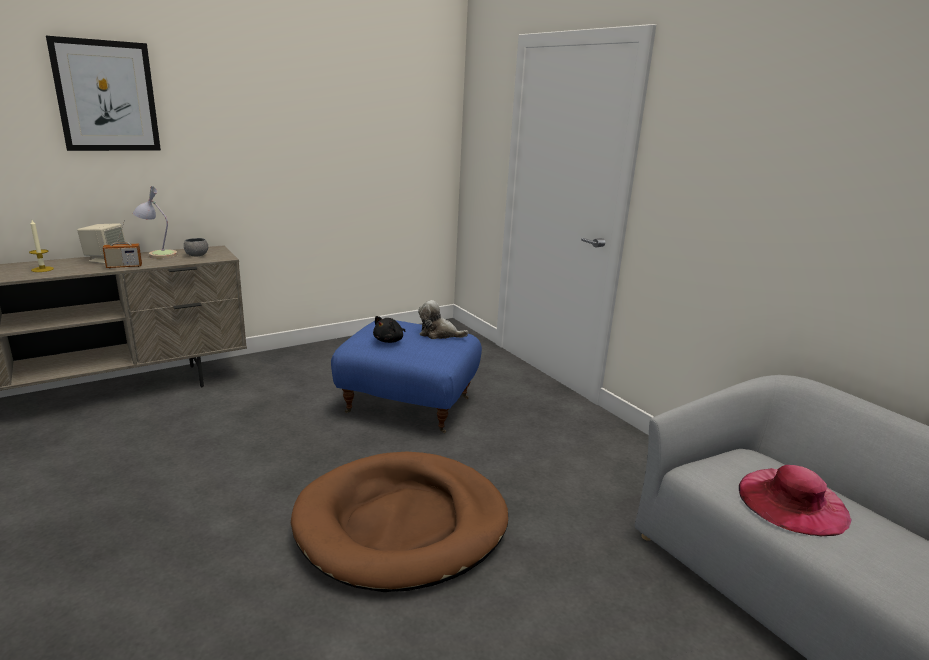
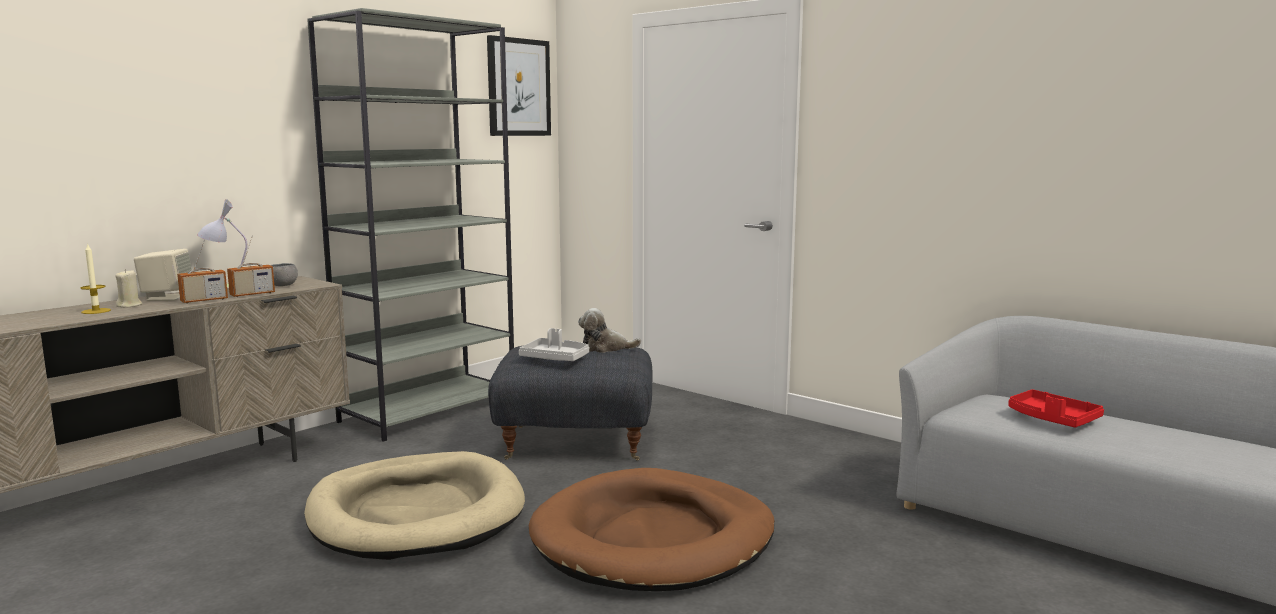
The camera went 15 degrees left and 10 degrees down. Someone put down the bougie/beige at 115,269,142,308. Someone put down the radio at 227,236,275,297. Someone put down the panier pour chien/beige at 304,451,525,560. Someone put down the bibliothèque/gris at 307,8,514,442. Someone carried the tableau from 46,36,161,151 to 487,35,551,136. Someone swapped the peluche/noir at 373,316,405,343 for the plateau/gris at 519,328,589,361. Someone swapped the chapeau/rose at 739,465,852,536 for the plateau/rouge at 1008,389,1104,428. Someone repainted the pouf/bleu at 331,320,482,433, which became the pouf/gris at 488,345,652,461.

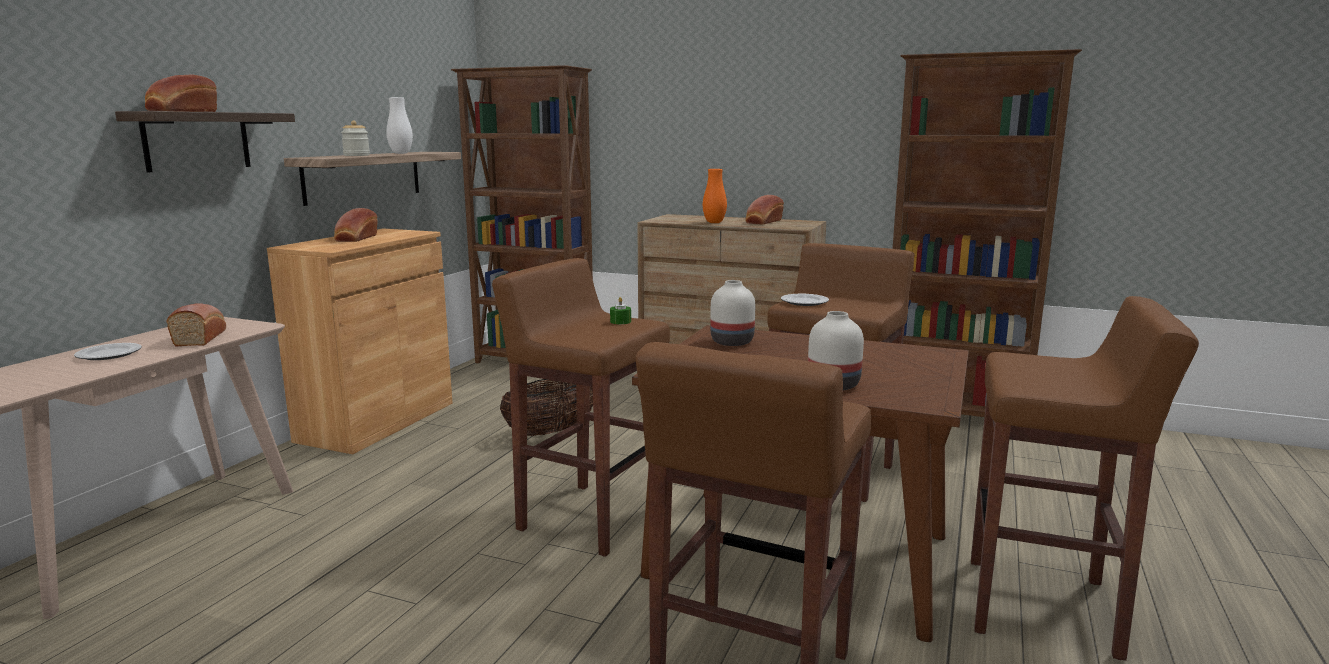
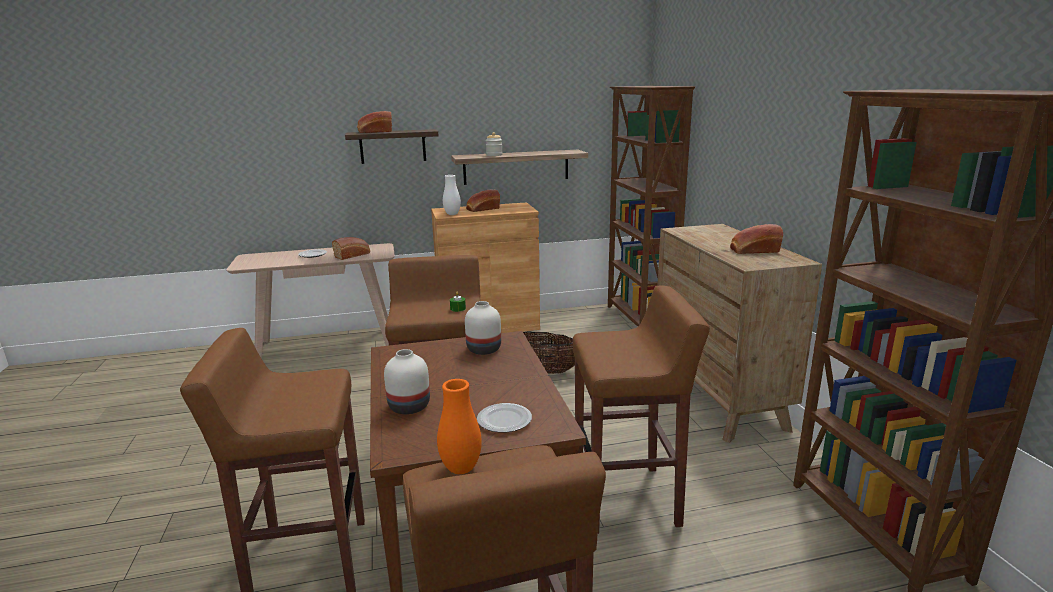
The camera went 55 degrees right and 5 degrees up. Someone carried the vase/blanc from 386,97,413,154 to 443,175,461,215. Someone carried the vase/orange from 703,169,727,223 to 437,379,482,474. Someone carried the assiette from 781,294,829,306 to 477,403,532,432.

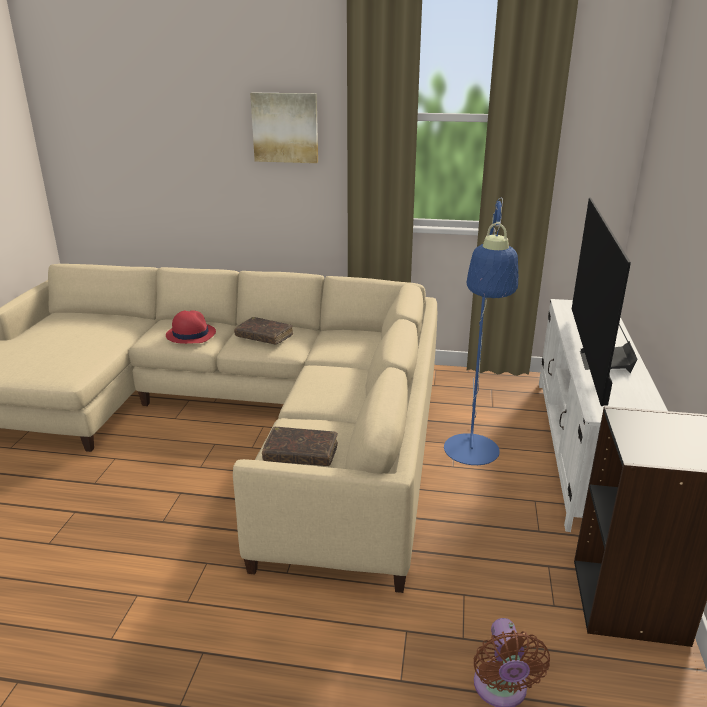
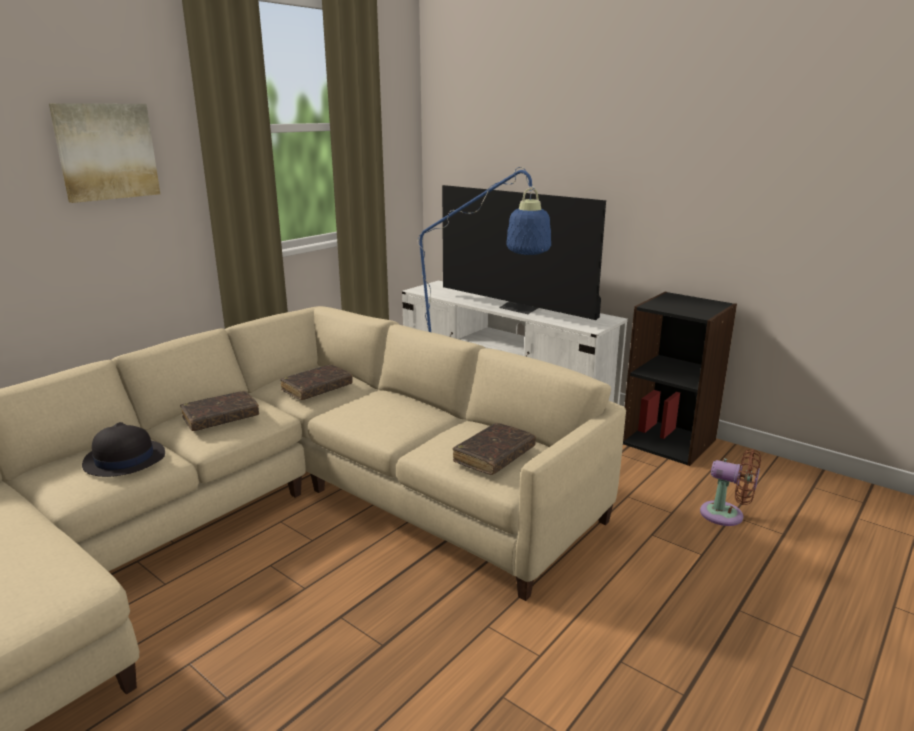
The camera went 60 degrees left and 5 degrees down. Someone put down the livre/marron at 280,364,353,400. Someone repainted the chapeau/rouge at 166,310,216,344, which became the chapeau/noir at 82,422,165,477.

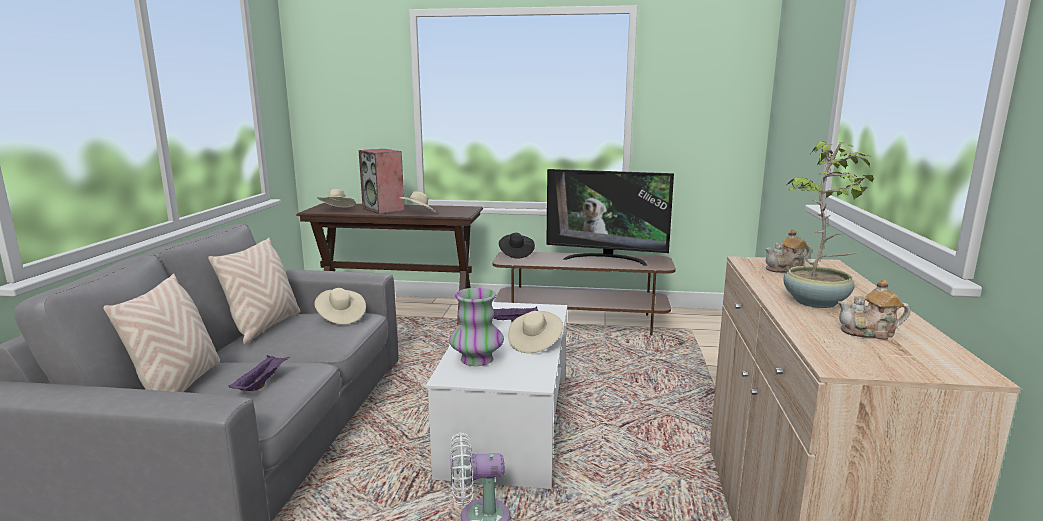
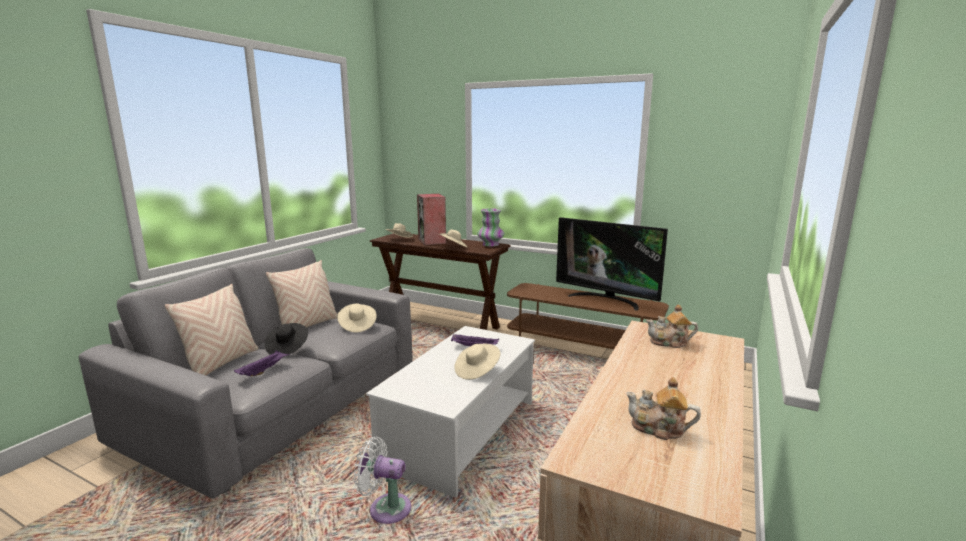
The camera went 20 degrees right and 0 degrees up. Someone took away the plante en pot at 784,141,874,308. Someone carried the vase from 449,288,504,366 to 477,208,504,246. Someone carried the chapeau/noir from 499,233,535,258 to 265,323,308,355.

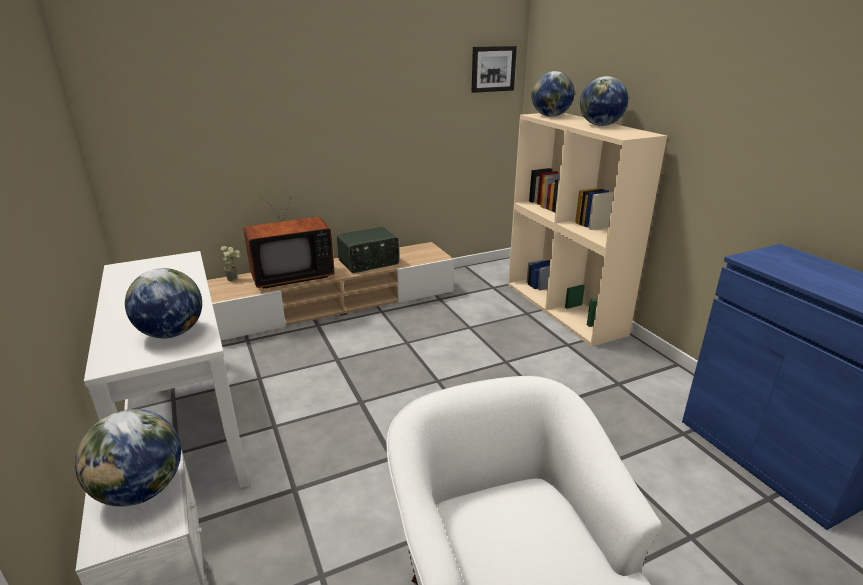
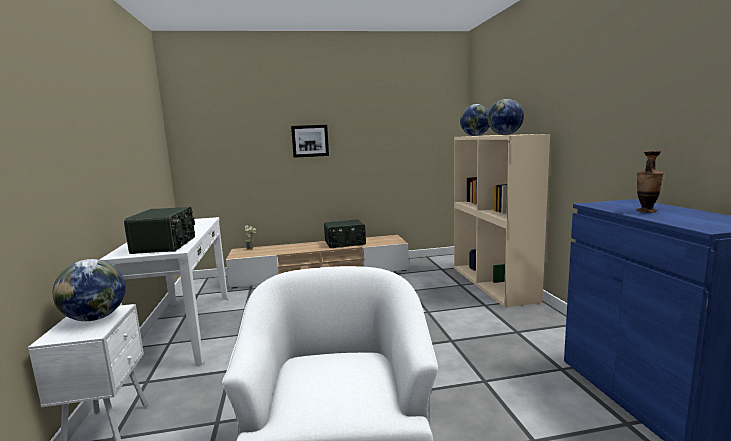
The camera went 15 degrees right and 15 degrees down. Someone took away the téléviseur at 244,190,334,289. Someone put down the vase at 636,151,664,213. Someone carried the tableau from 471,46,517,93 to 291,125,329,158. Someone swapped the globe at 125,268,202,339 for the radio at 124,207,195,254.

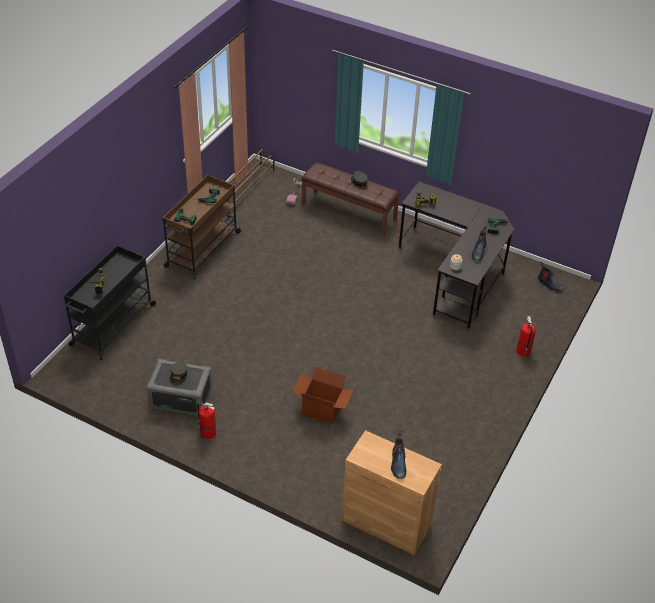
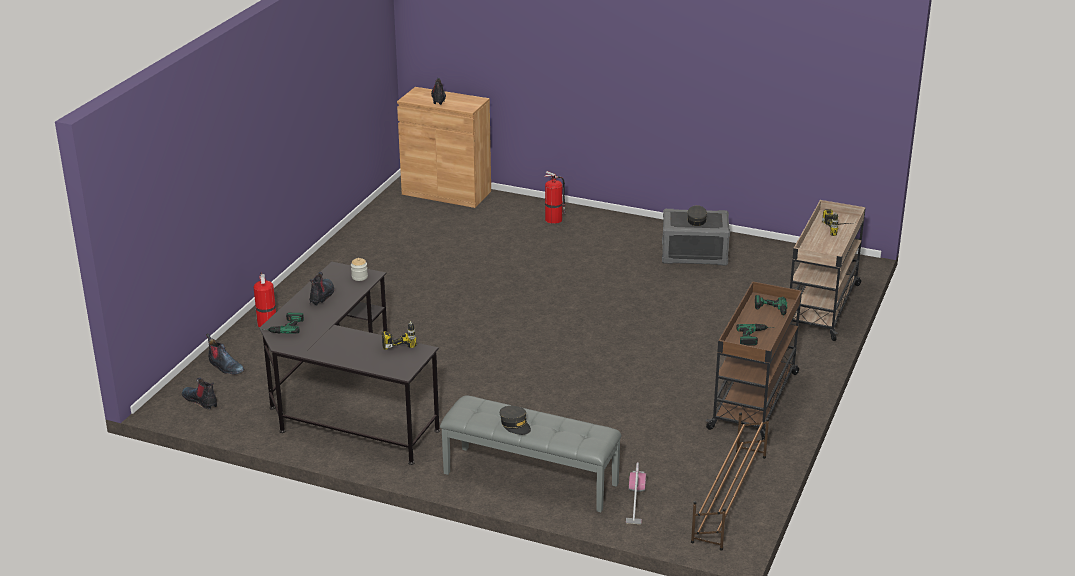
The camera went 175 degrees right and 15 degrees down. Someone took away the carton at 293,367,354,424. Someone put down the botte at 206,333,244,375. Someone carried the extincteur from 197,403,216,439 to 544,171,566,224. Someone repainted the chariot/noir at 64,245,157,360, which became the chariot/beige at 790,200,866,341. Someone repainted the banc/marron at 301,163,400,235, which became the banc/gris at 440,395,621,512.

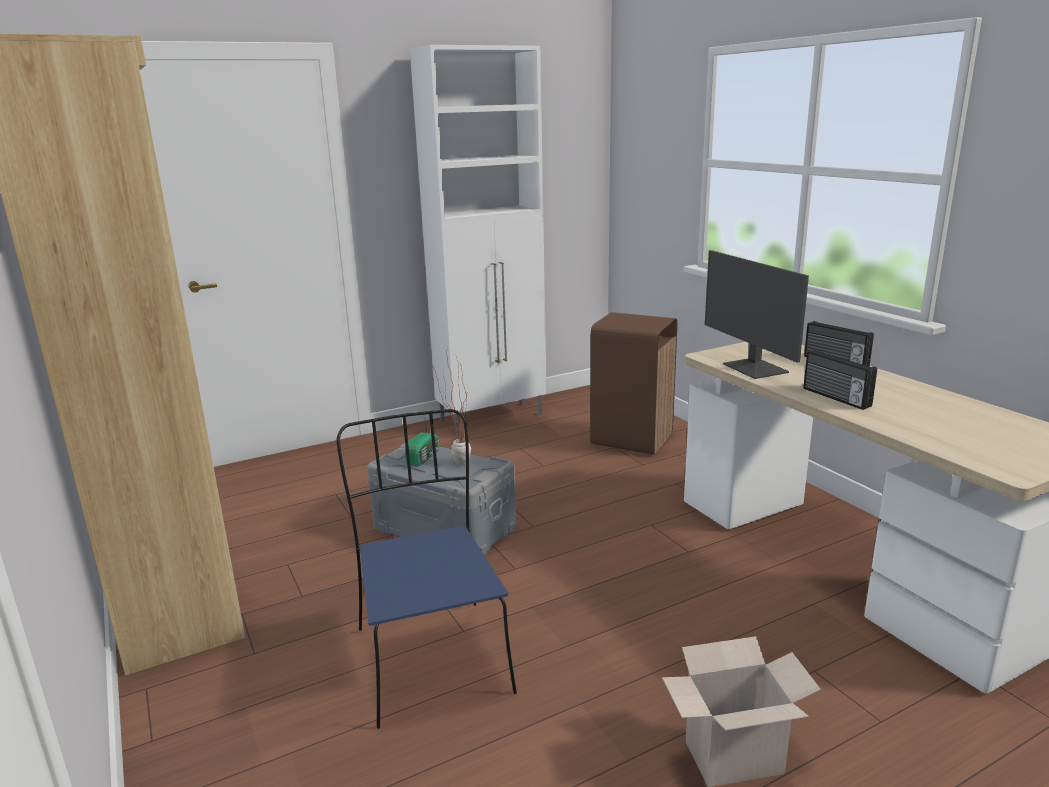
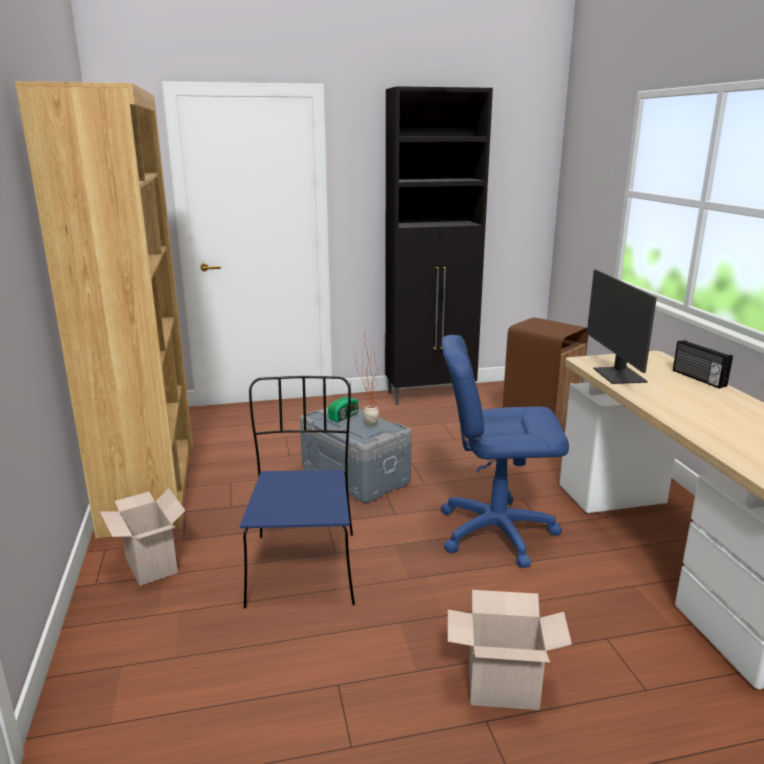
The camera went 15 degrees right and 0 degrees up. Someone took away the radio at 803,350,877,410. Someone put down the carton at 100,488,186,586. Someone put down the chaise de bureau/bleu at 441,335,569,568. Someone repainted the meuble de rangement/blanc at 410,45,547,435, which became the meuble de rangement/noir at 385,86,493,405.

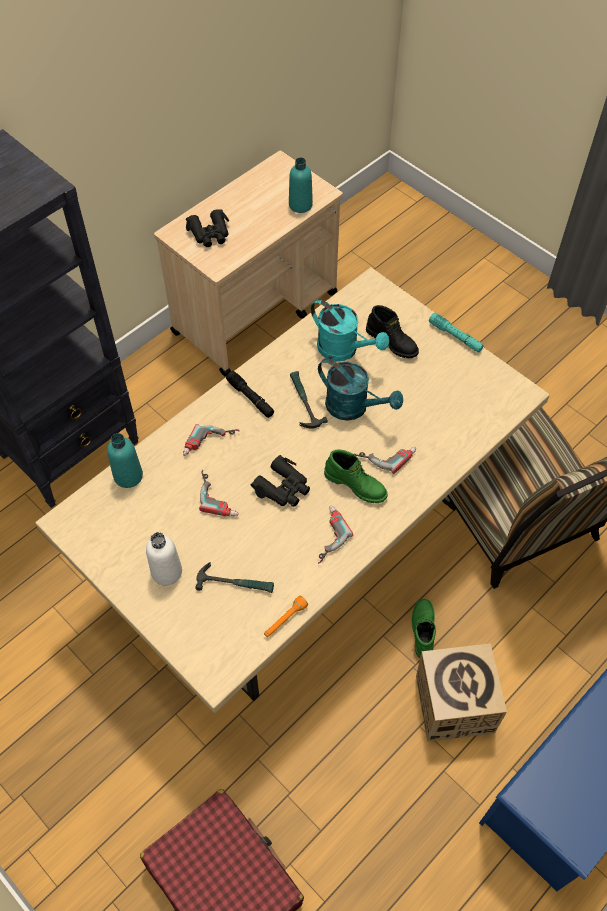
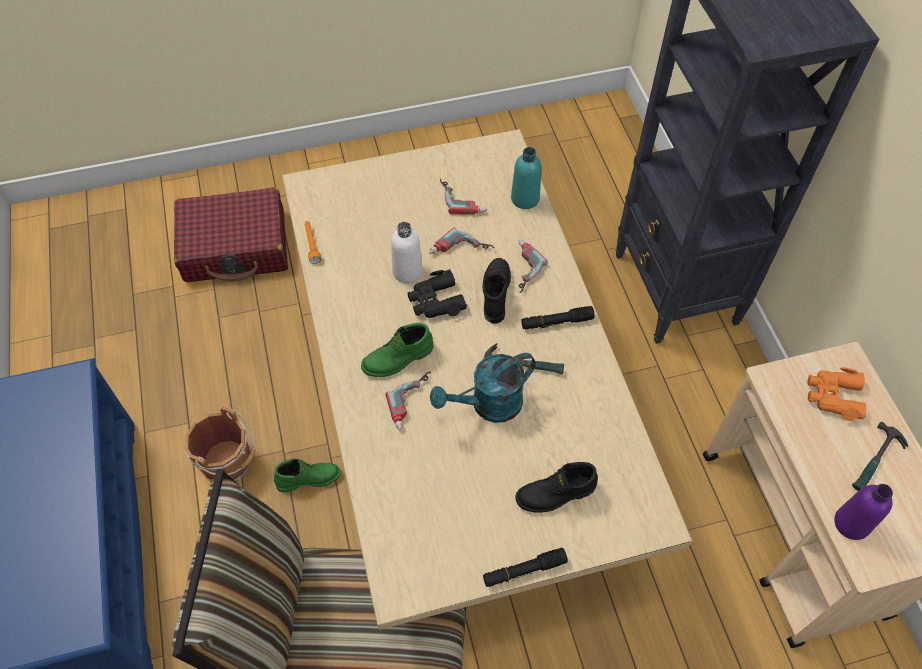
The camera went 120 degrees right and 0 degrees up. Someone took away the arrosoir/turquoise at 311,299,389,362. Someone put down the botte/noir at 483,258,511,324. Someone carried the bouteille/blanc from 146,532,182,586 to 391,222,423,283. Someone carried the marteau from 195,562,274,593 to 852,422,908,491. Someone carried the perceuse from 318,506,353,564 to 440,179,487,214. Someone swapped the carton at 416,643,507,742 for the seau/marron at 185,407,256,482. Someone repainted the jumelles/noir at 186,209,229,247, which became the jumelles/orange at 808,367,866,421. Someone repainted the bouteille/turquoise at 289,158,313,213, which became the bouteille/violet at 834,484,893,540. Someone repainted the lampe de poche/turquoise at 429,313,484,352, which became the lampe de poche/noir at 483,548,568,587. Someone rotated the botte/vert at 411,599,436,658 by 45 degrees counterclockwise.

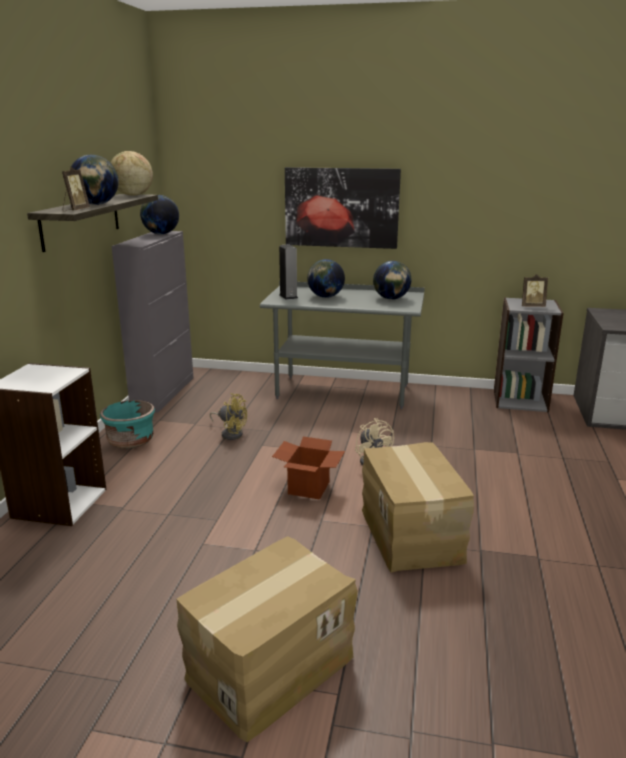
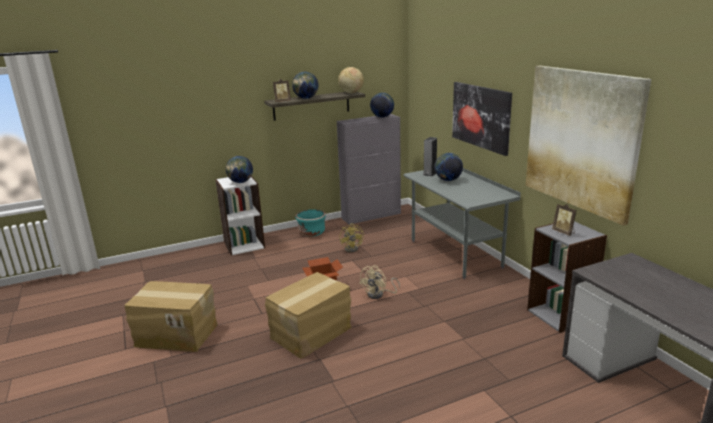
The camera went 55 degrees right and 0 degrees up. Someone put up the tableau at 526,66,651,225. Someone carried the globe from 373,261,411,300 to 226,156,253,183.

